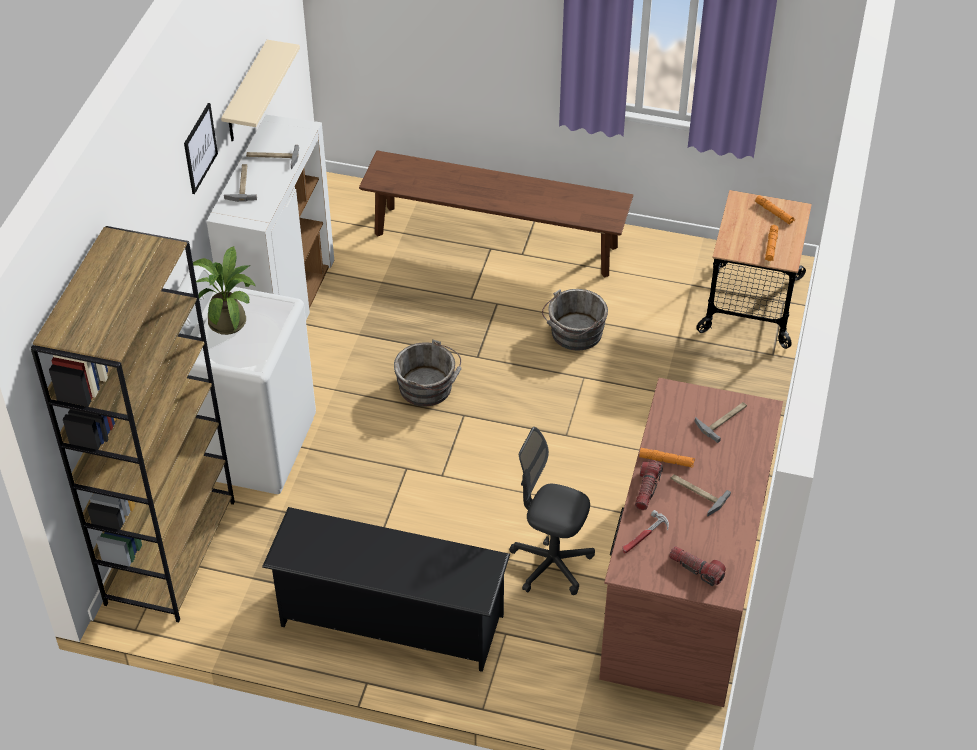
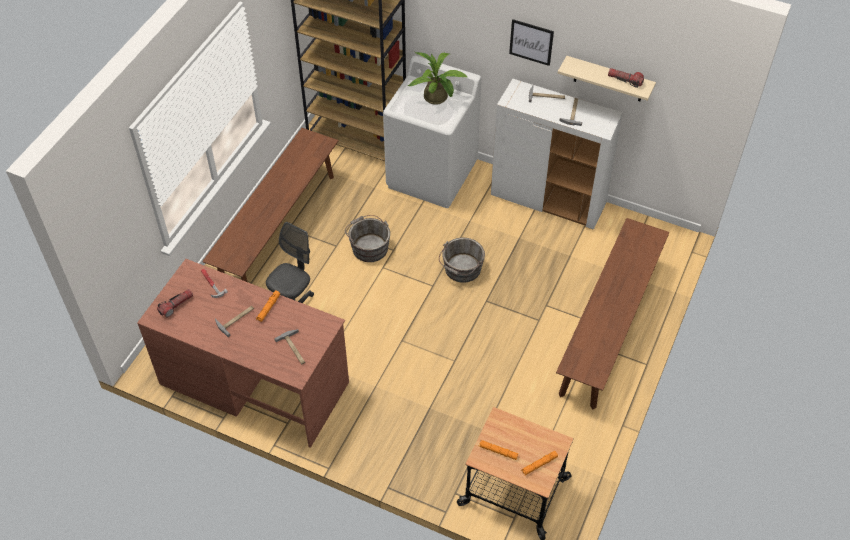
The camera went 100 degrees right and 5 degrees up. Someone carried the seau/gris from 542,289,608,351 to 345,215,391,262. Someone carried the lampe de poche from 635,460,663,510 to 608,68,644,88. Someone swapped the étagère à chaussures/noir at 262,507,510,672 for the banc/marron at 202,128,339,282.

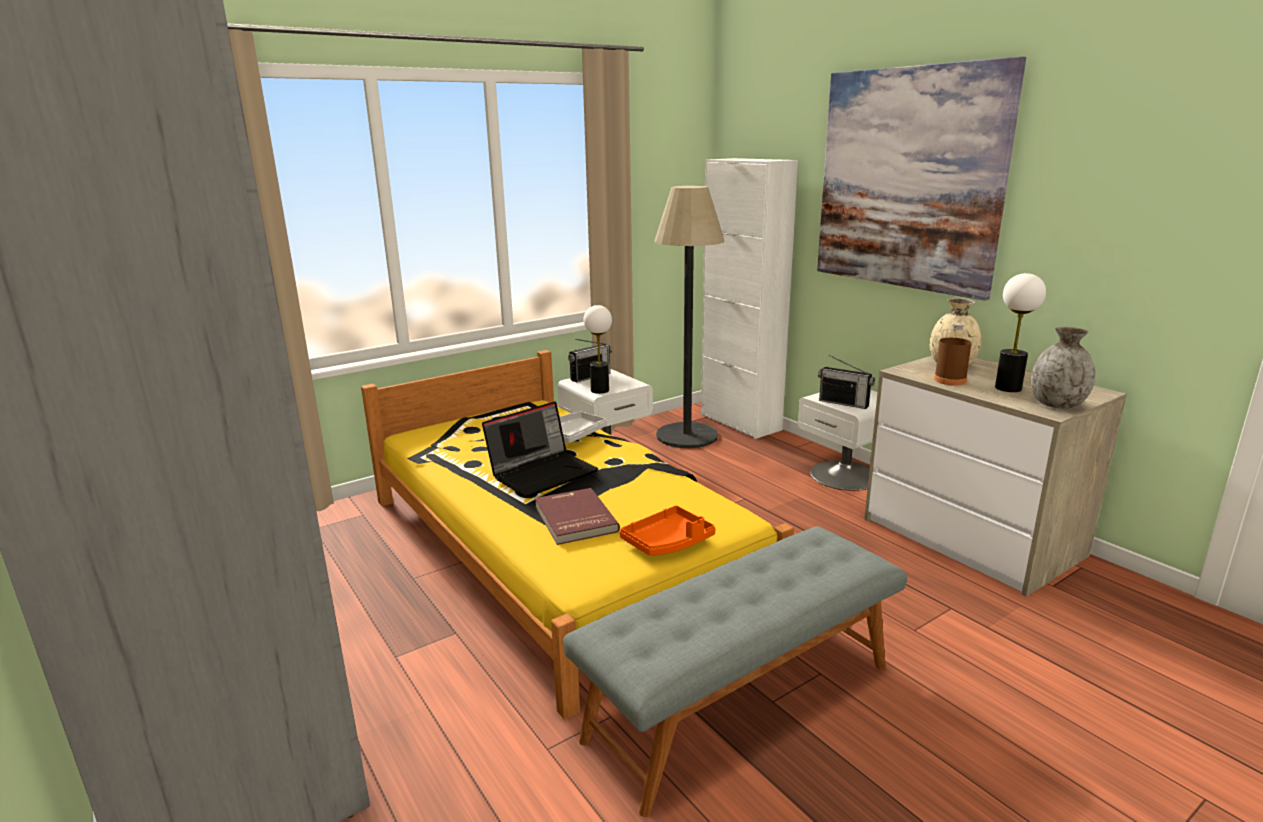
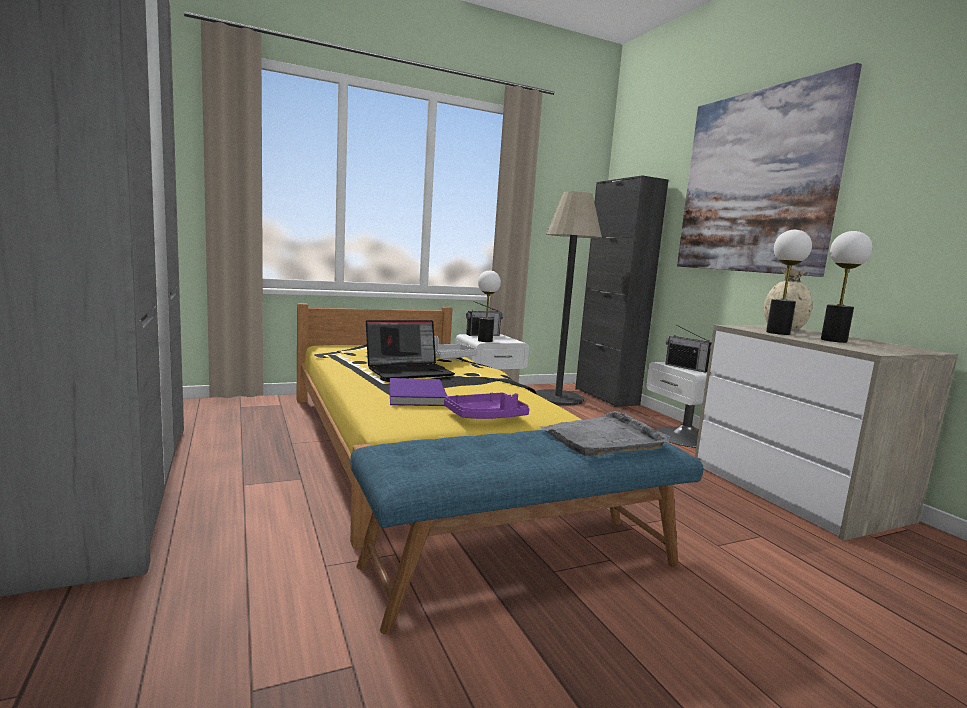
The camera went 10 degrees right and 10 degrees down. Someone took away the vase/gris at 1031,327,1095,409. Someone put down the plateau/gris at 540,411,670,456. Someone swapped the bouteille/marron at 934,323,972,385 for the lampe de table at 766,230,812,335. Someone repainted the livre/rouge at 535,488,620,545, which became the livre/violet at 389,378,447,406. Someone repainted the banc/gris at 563,526,907,817, which became the banc/bleu at 350,430,703,634. Someone repainted the plateau/orange at 620,505,716,556, which became the plateau/violet at 444,393,530,419. Someone repainted the meuble de rangement/blanc at 701,158,798,439, which became the meuble de rangement/noir at 575,175,668,407.

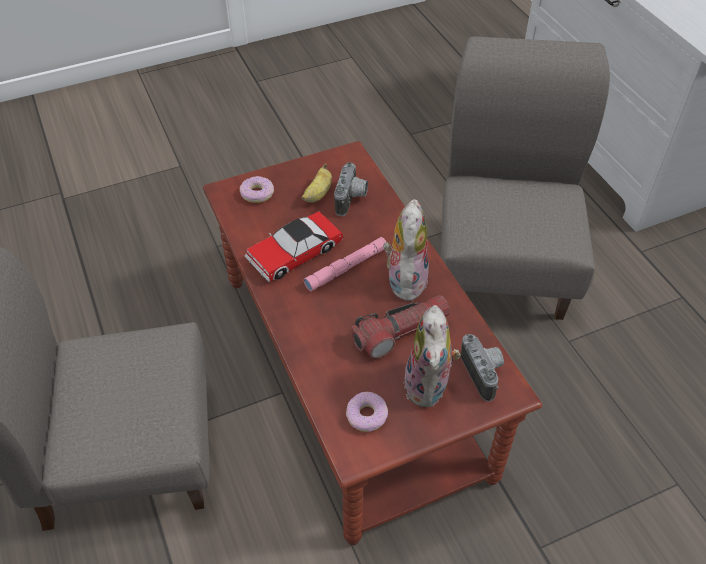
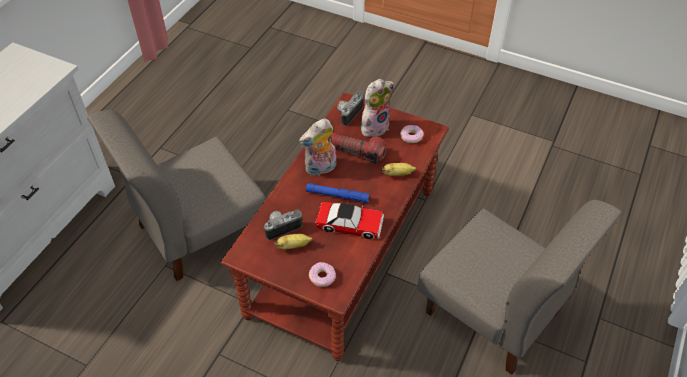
The camera went 130 degrees left and 0 degrees up. Someone put down the banane at 381,163,416,176. Someone repainted the lampe de poche/rose at 304,237,386,291, which became the lampe de poche/bleu at 306,183,369,203.

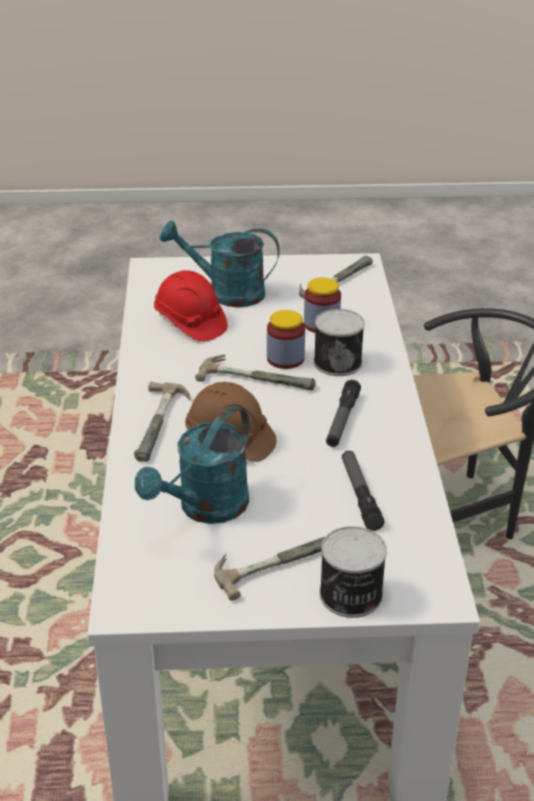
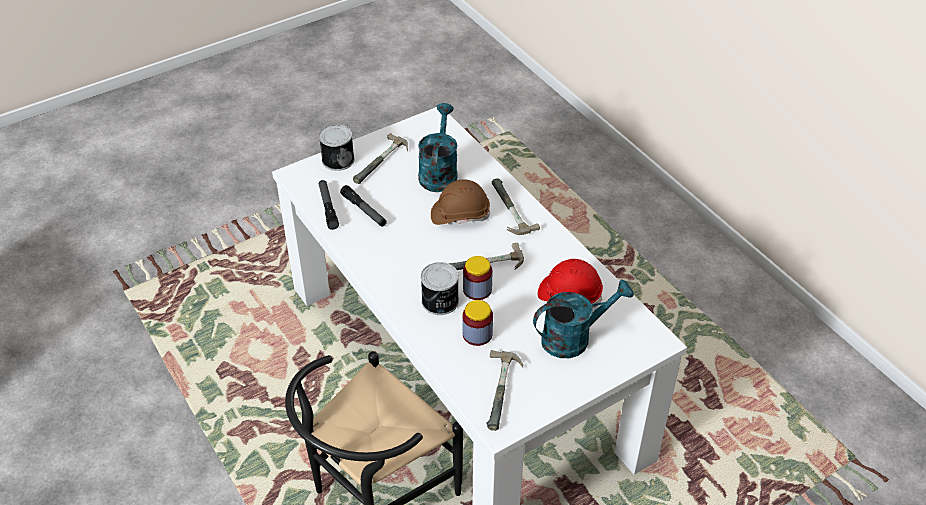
The camera went 150 degrees right and 10 degrees up. Someone carried the lampe de poche from 326,380,361,447 to 319,180,339,230.

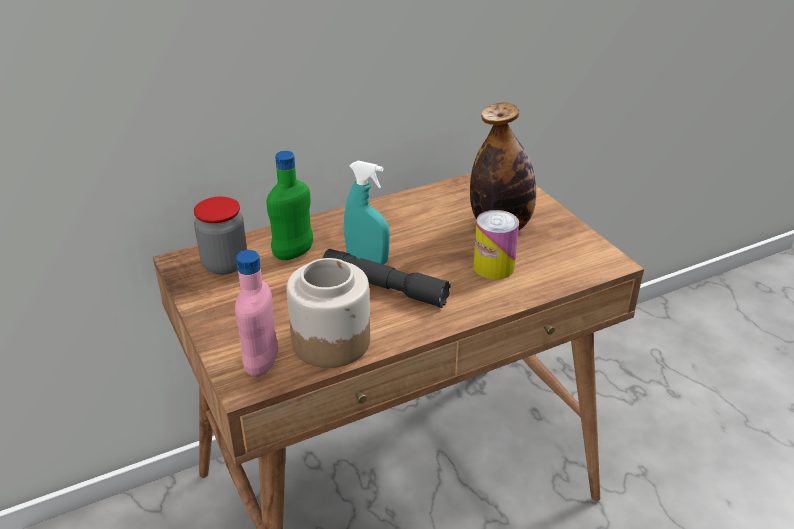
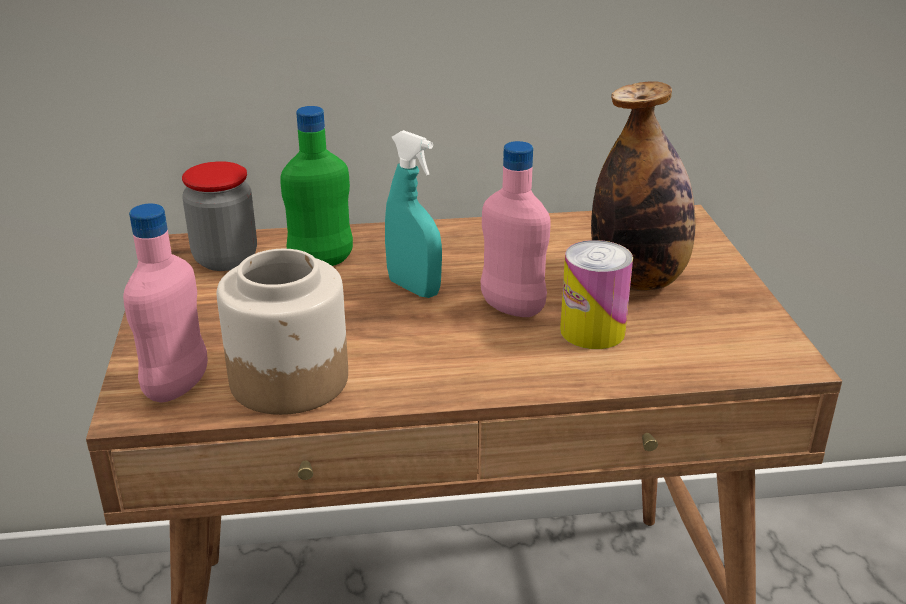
The camera went 20 degrees right and 5 degrees down. Someone took away the lampe de poche/gris at 323,249,451,308. Someone put down the bouteille/rose at 481,141,551,317.

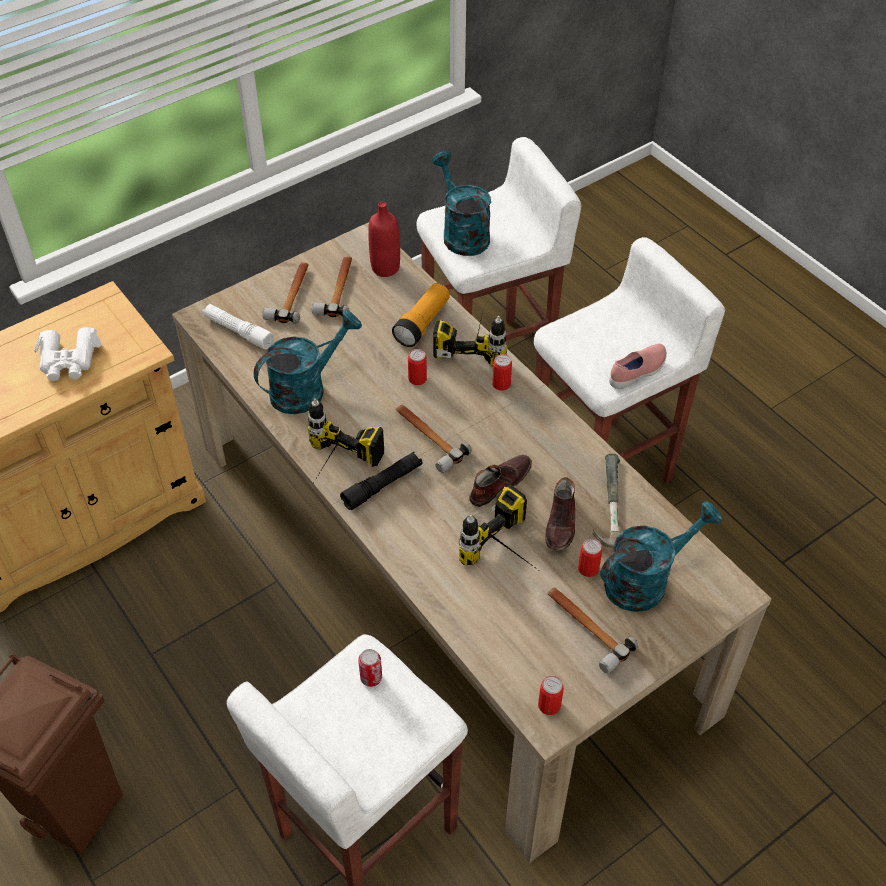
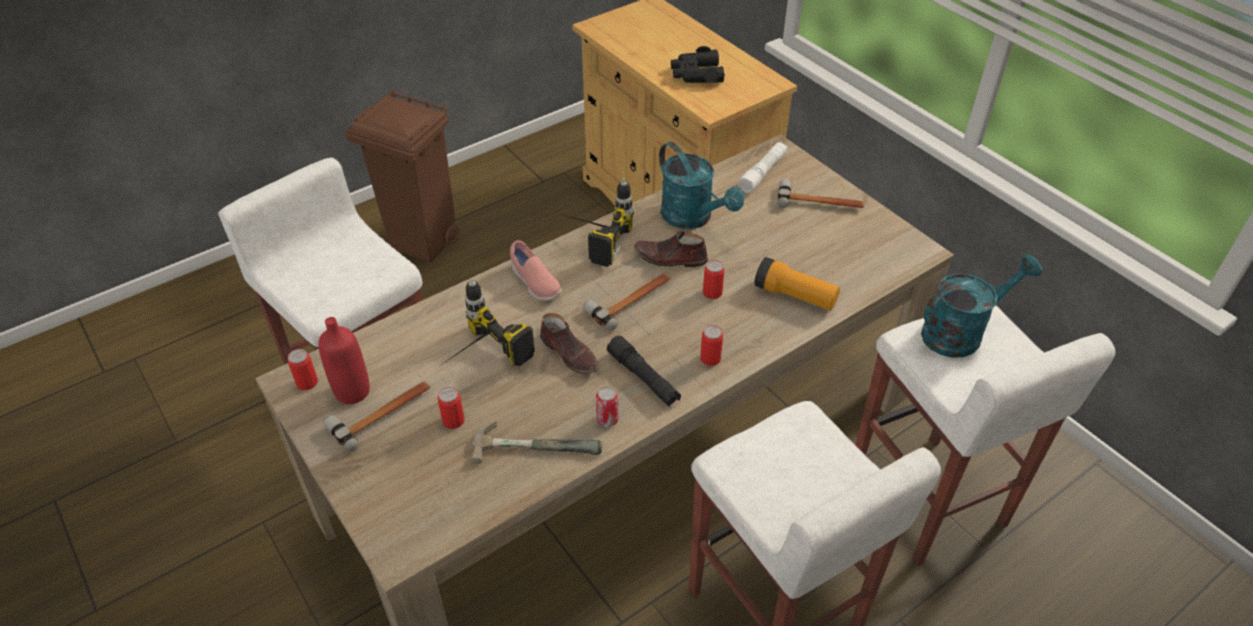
The camera went 90 degrees right and 5 degrees down. Someone took away the marteau at 312,256,352,317. Someone took away the perceuse at 433,308,507,366. Someone took away the arrosoir/turquoise at 600,501,722,612. Someone carried the lampe de poche/noir from 340,452,422,510 to 607,335,681,407. Someone carried the boîte métallique from 358,649,382,687 to 596,386,618,427. Someone carried the bouteille/rouge from 368,202,400,277 to 318,317,370,404. Someone carried the chaussure/marron from 545,477,575,551 to 634,231,708,267. Someone carried the chaussure/rose from 609,344,667,389 to 510,240,562,301. Someone repainted the jumelles/blanc at 34,327,101,381, which became the jumelles/noir at 671,46,725,83.

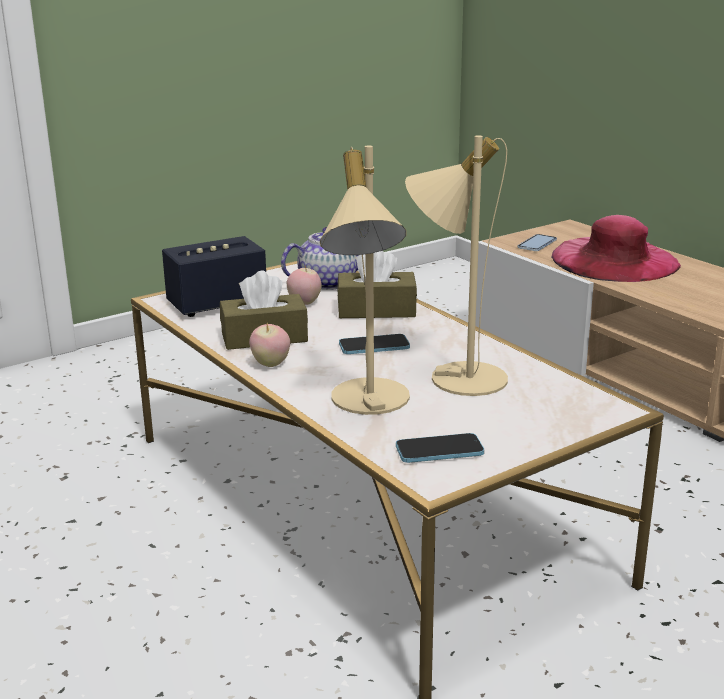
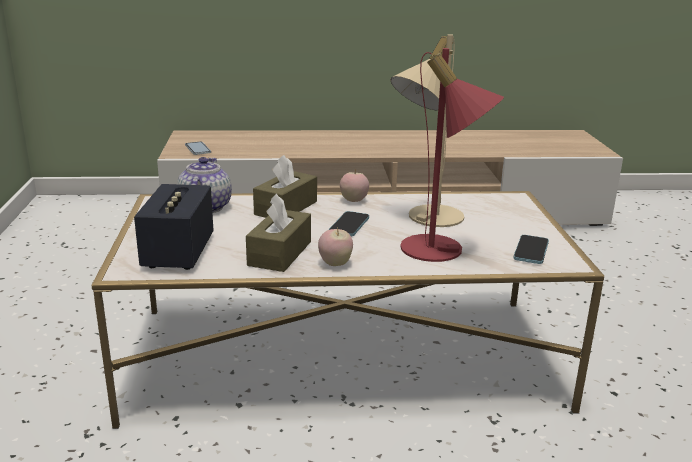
The camera went 60 degrees left and 0 degrees up. Someone took away the chapeau/rose at 551,215,681,282. Someone carried the pomme from 287,265,322,305 to 340,169,369,202. Someone repainted the lampe de table/beige at 320,145,410,415, which became the lampe de table/rouge at 400,48,504,262.

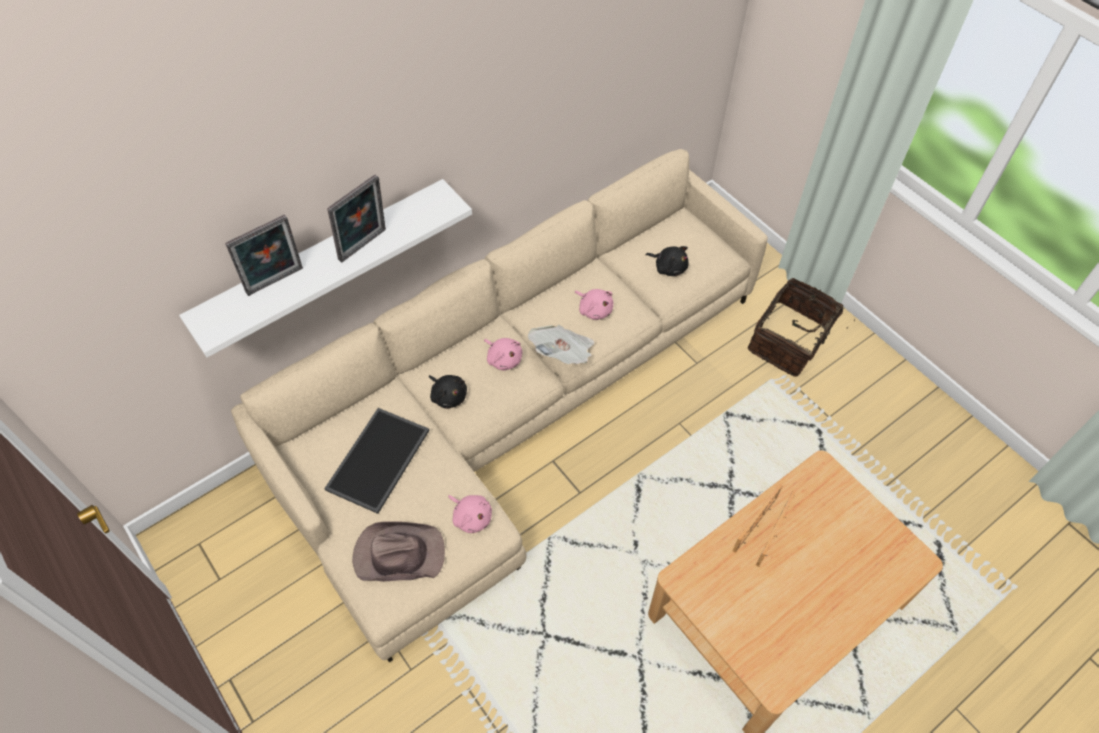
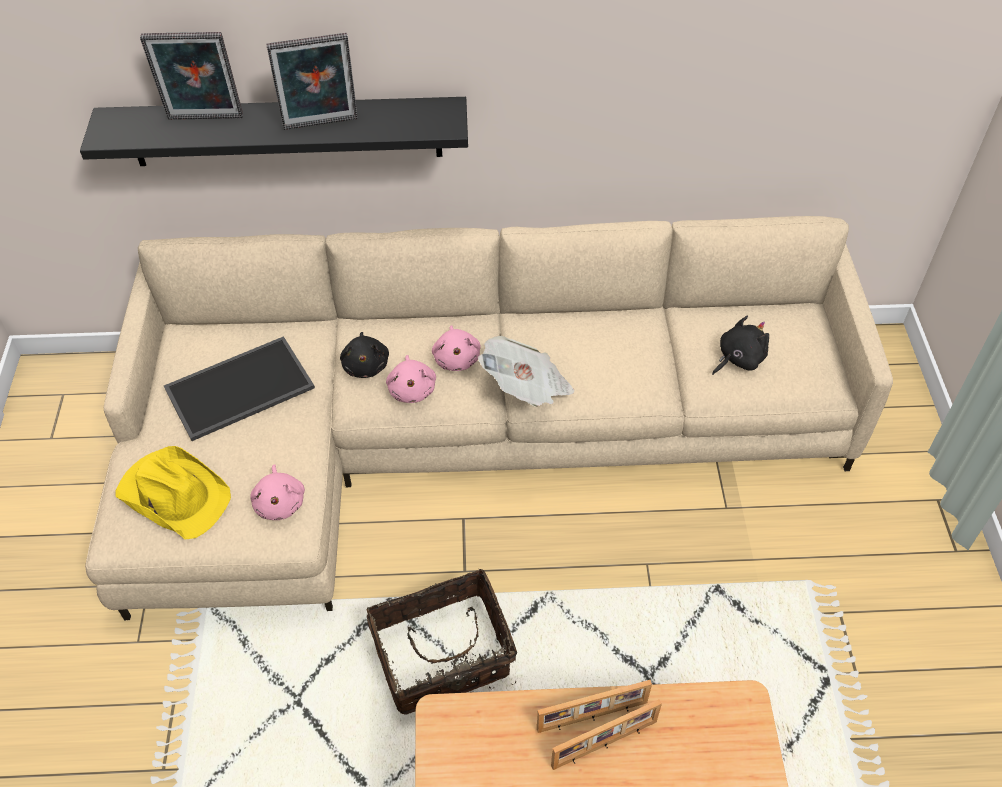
The camera went 35 degrees right and 5 degrees down. Someone carried the peluche/rose from 575,289,613,320 to 386,355,436,403. Someone carried the panier from 748,278,855,377 to 367,569,517,715. Someone repainted the étagère/blanc at 179,179,472,357, which became the étagère/noir at 80,97,468,166. Someone repainted the chapeau/marron at 353,522,445,581, which became the chapeau/jaune at 115,446,231,540. Someone rotated the peluche/noir at 646,246,689,276 by 105 degrees counterclockwise.

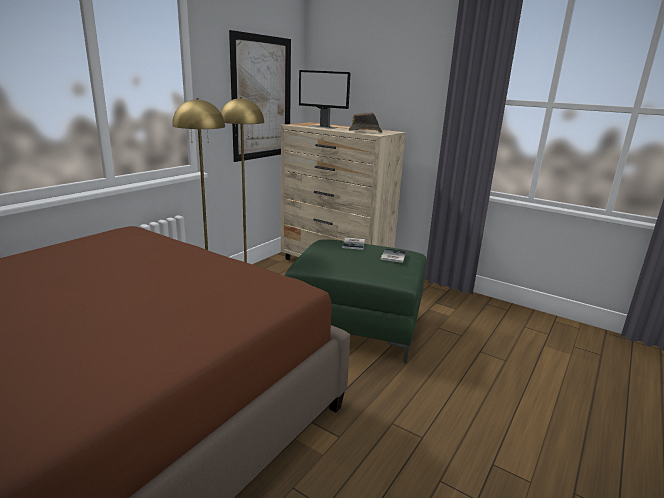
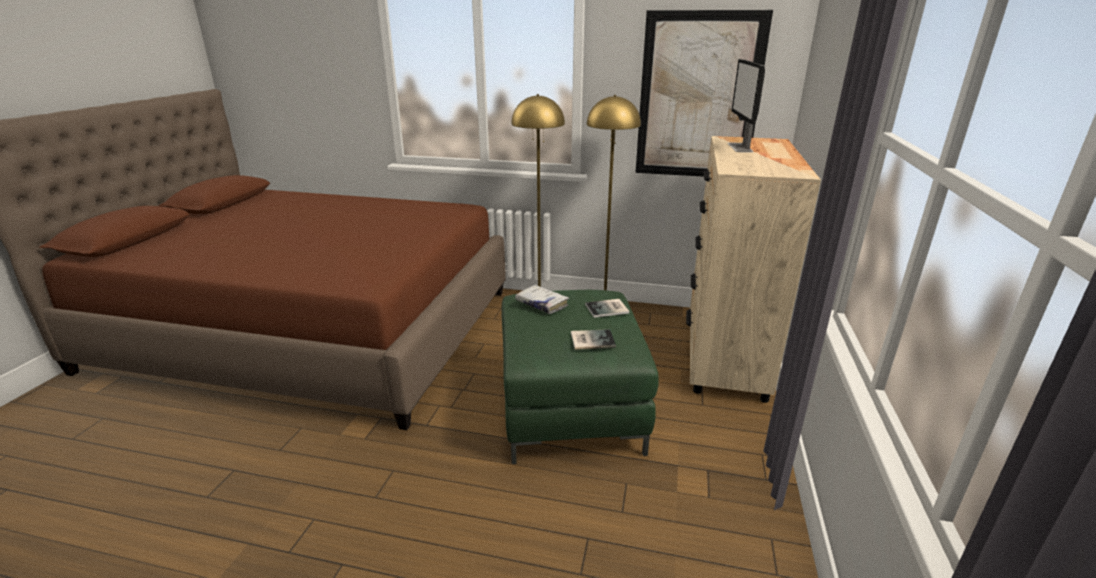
The camera went 70 degrees right and 5 degrees up. Someone took away the chapeau/marron at 348,113,382,133. Someone put down the livre/blanc at 515,285,569,314.

